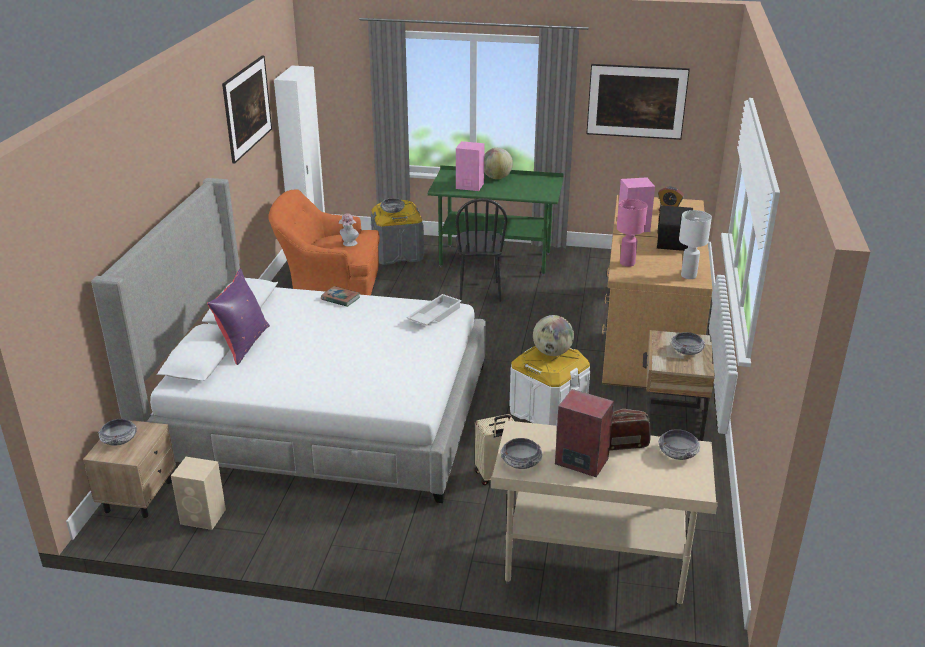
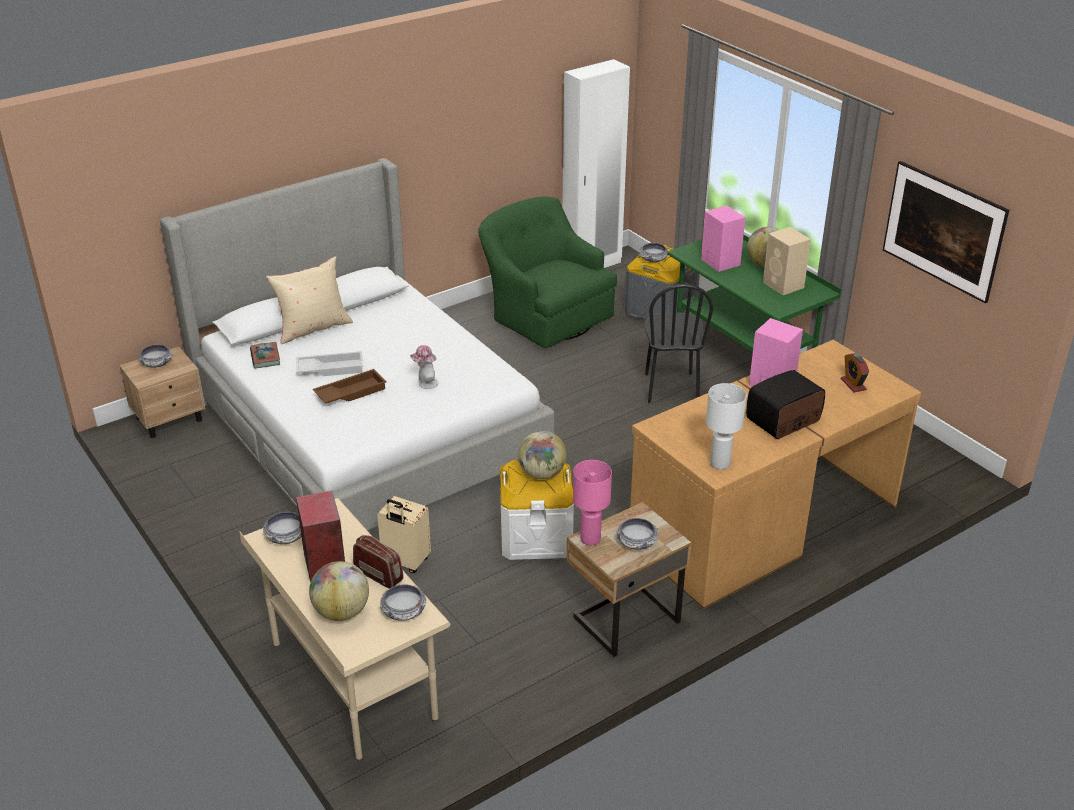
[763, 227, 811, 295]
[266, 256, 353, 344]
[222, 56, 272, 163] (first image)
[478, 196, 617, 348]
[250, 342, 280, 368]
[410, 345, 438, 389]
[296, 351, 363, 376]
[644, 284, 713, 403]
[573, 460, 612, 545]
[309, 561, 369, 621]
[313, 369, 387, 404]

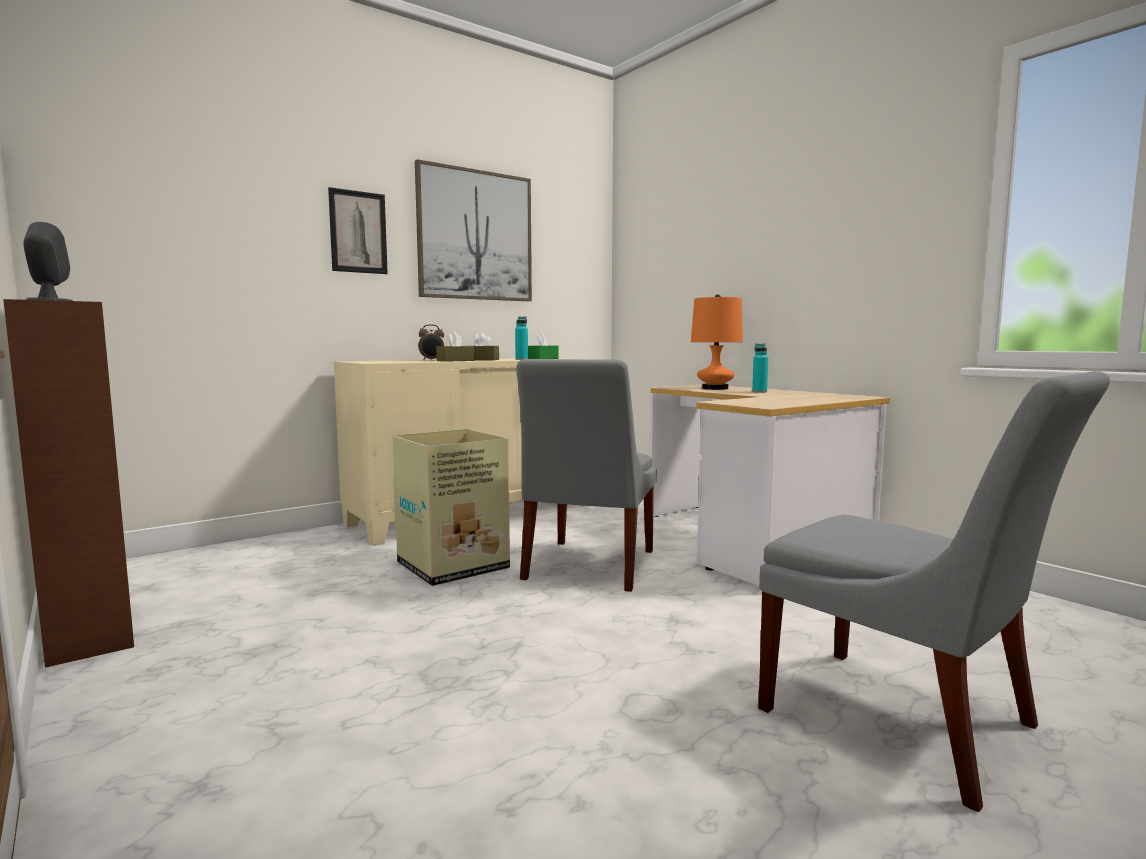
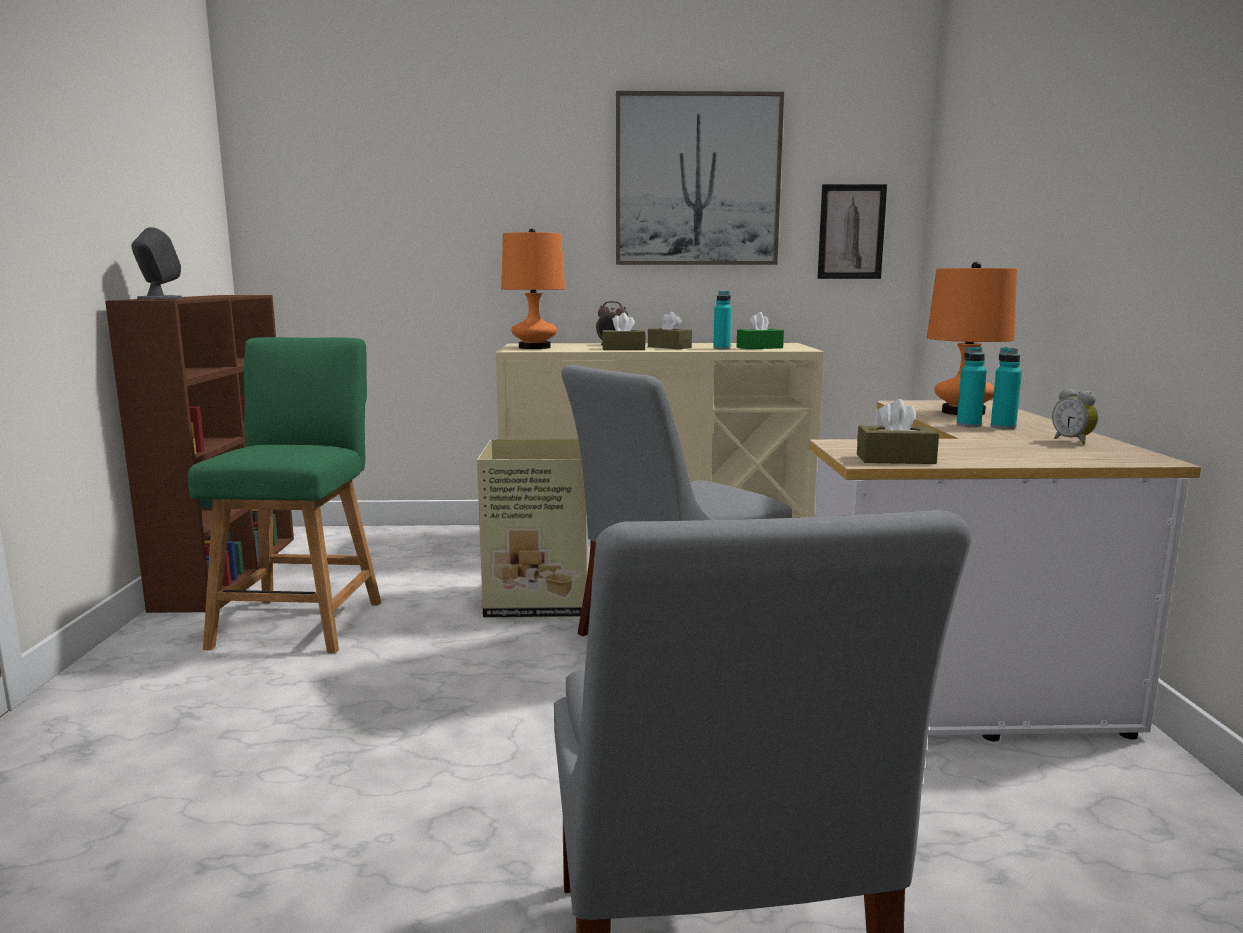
[817, 184, 887, 279]
[188, 337, 381, 654]
[501, 229, 565, 349]
[857, 399, 939, 464]
[956, 347, 986, 427]
[1052, 388, 1098, 445]

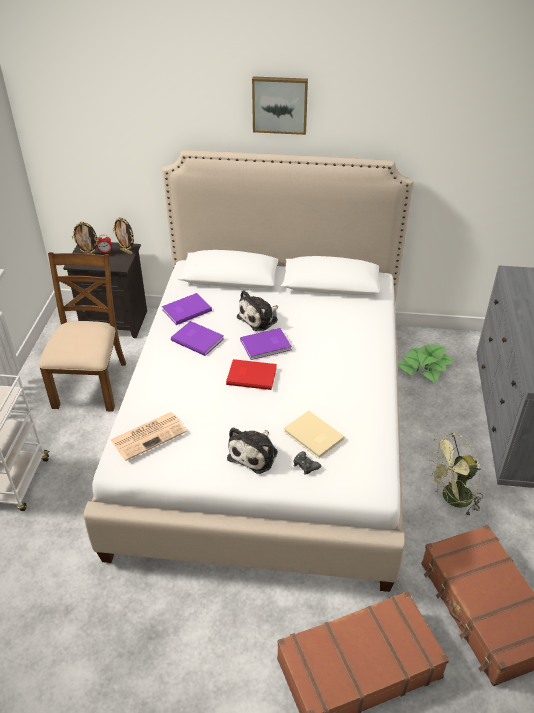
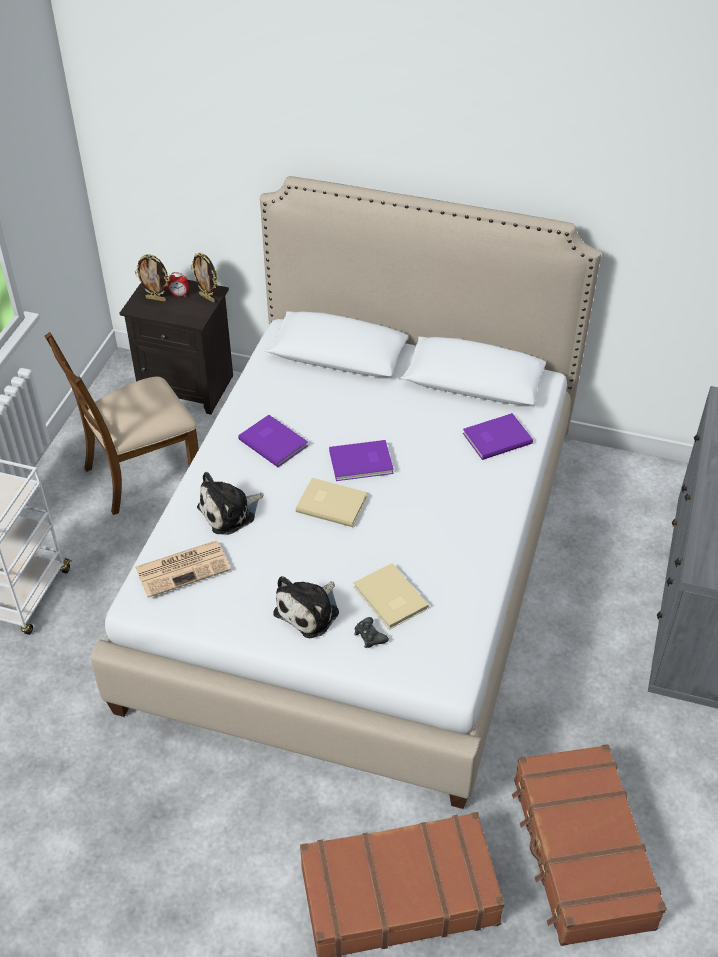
[45, 332, 199, 515]
[463, 413, 533, 460]
[296, 478, 367, 527]
[197, 472, 263, 535]
[252, 76, 308, 135] (first image)
[398, 344, 453, 383] (first image)
[427, 433, 483, 517] (first image)

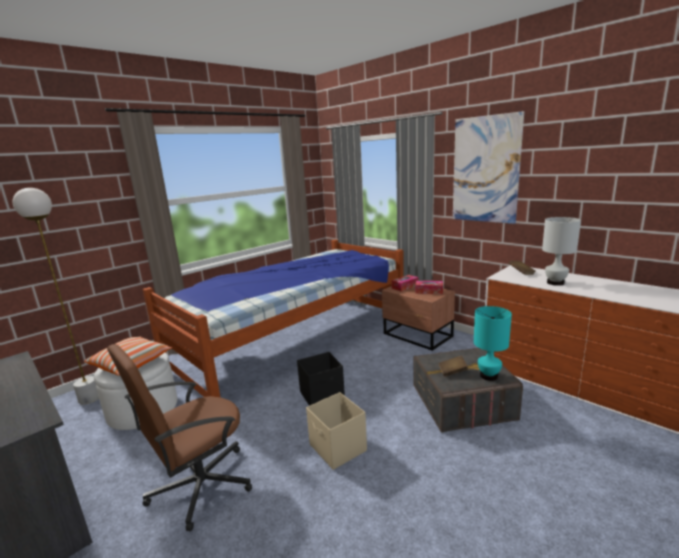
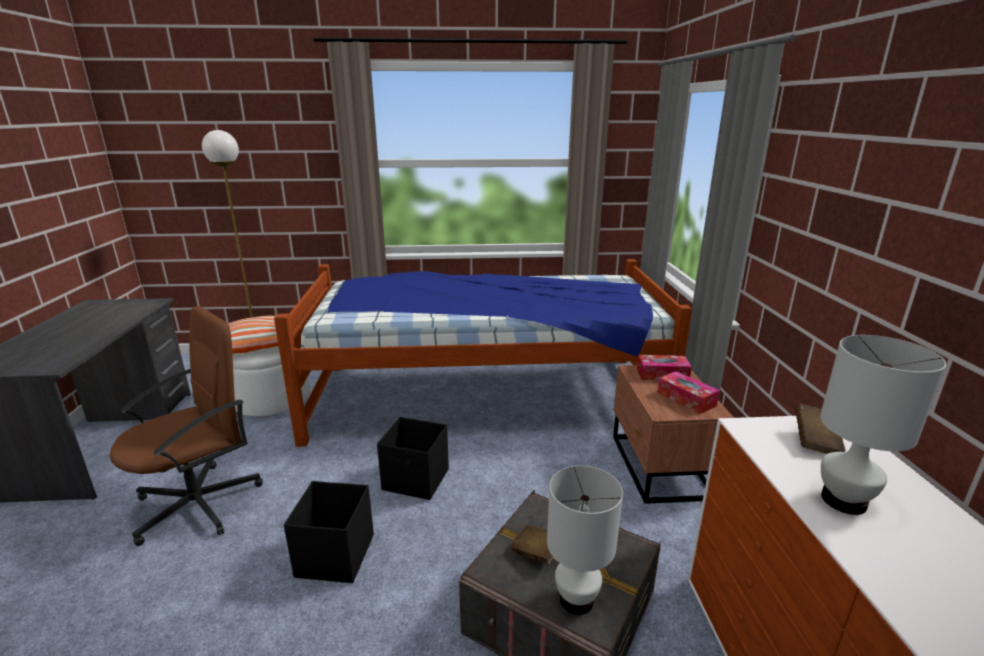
[110, 306, 263, 546]
[284, 481, 374, 583]
[453, 111, 524, 224] (first image)
[547, 466, 623, 615]

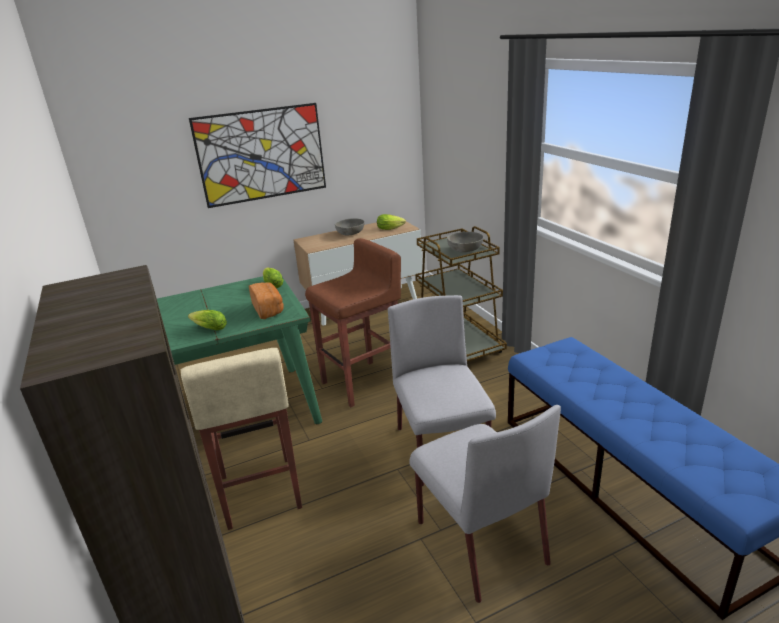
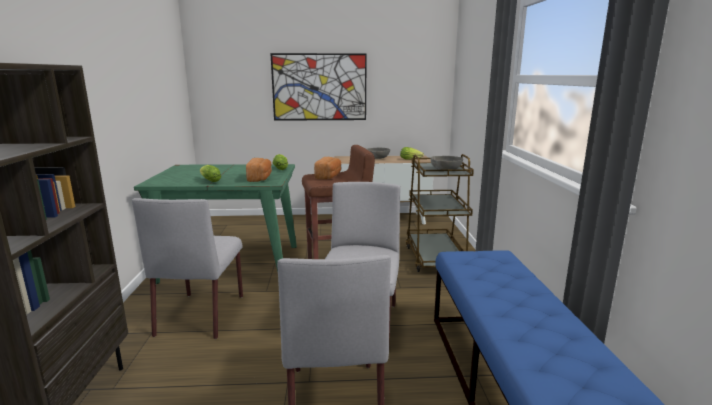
[132, 198, 243, 339]
[314, 157, 341, 179]

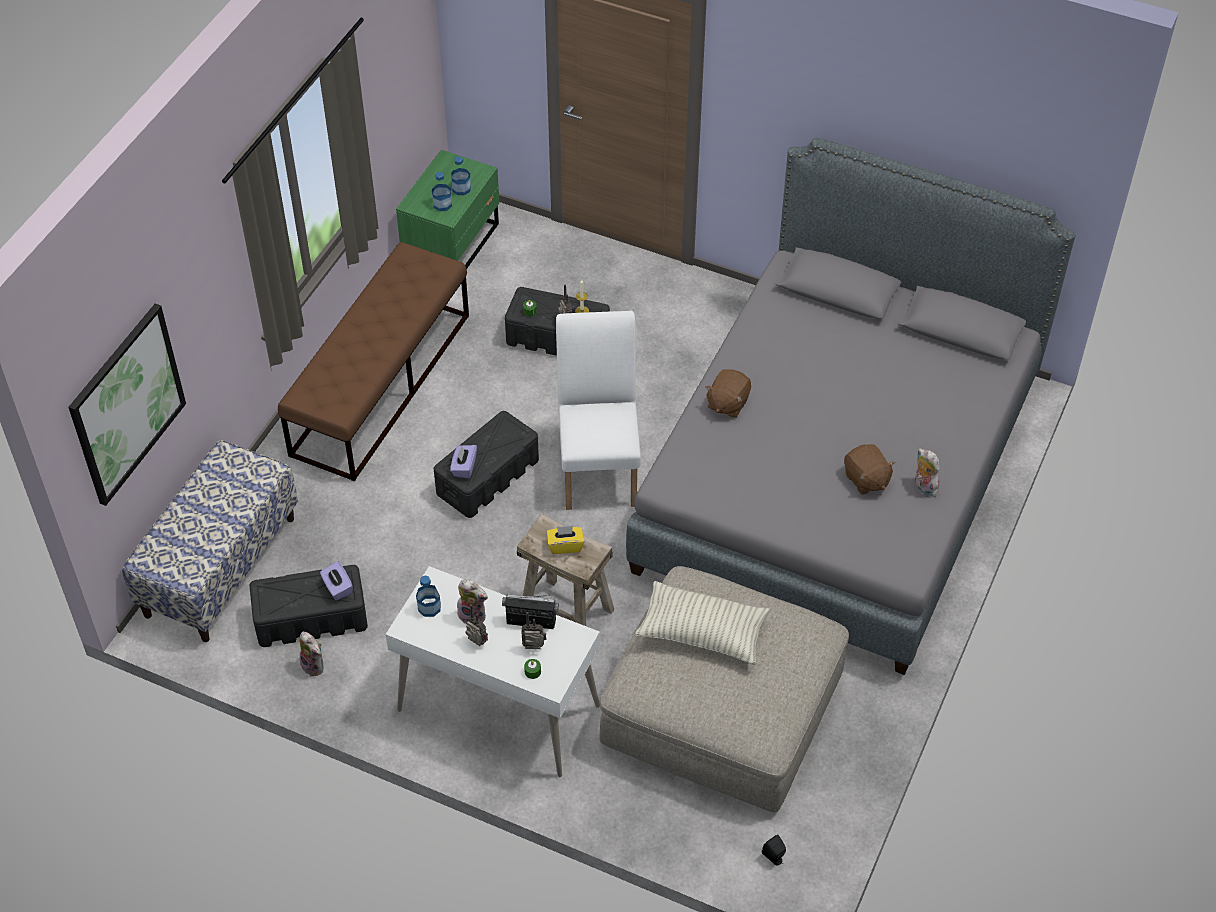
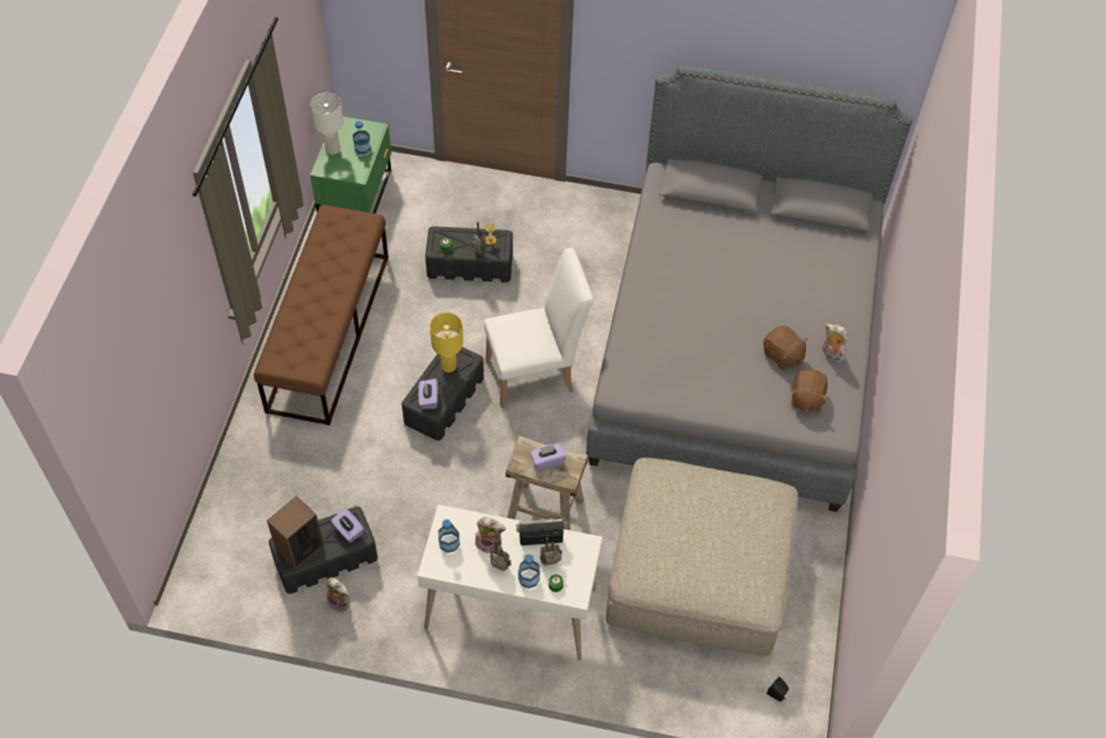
[68, 304, 186, 506] (first image)
[122, 440, 298, 642] (first image)
[518, 554, 540, 589]
[530, 443, 566, 471]
[484, 248, 594, 408]
[635, 581, 770, 665] (first image)
[792, 369, 828, 412]
[267, 496, 324, 570]
[311, 93, 344, 155]
[430, 312, 463, 372]

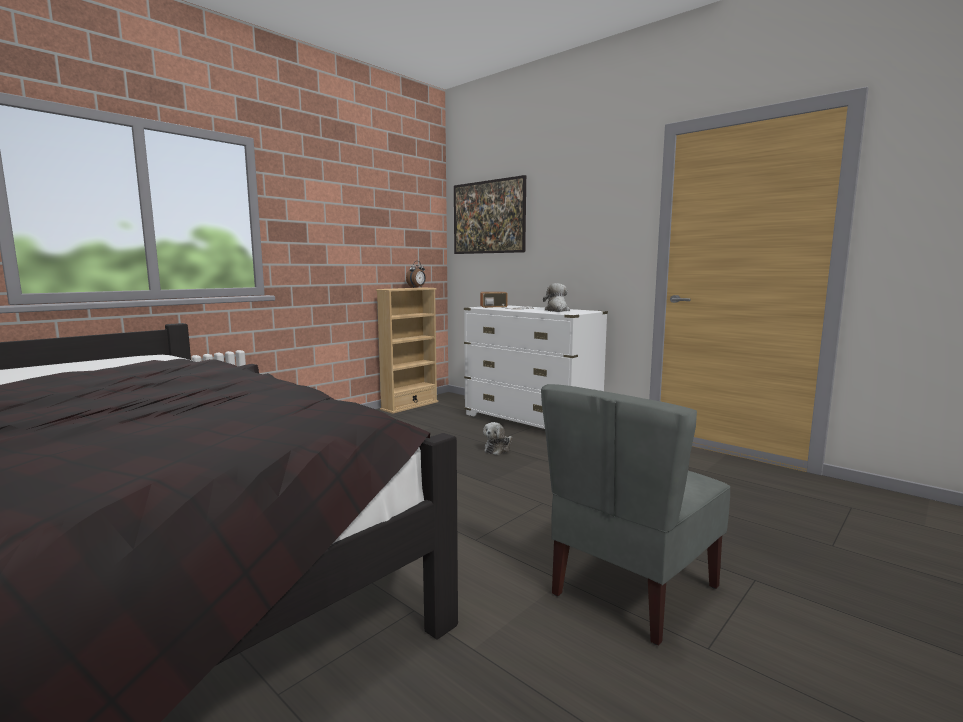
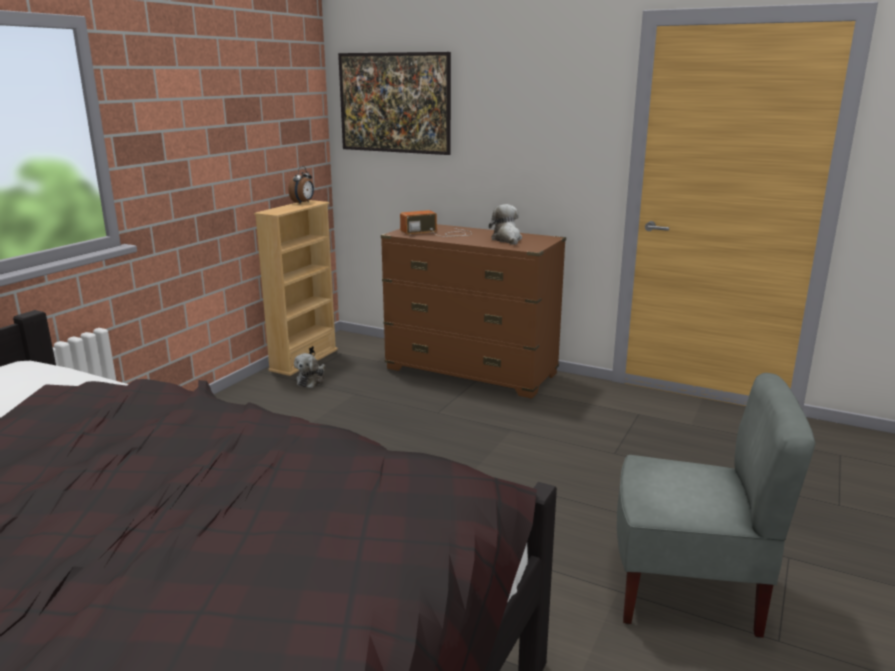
[381, 224, 566, 399]
[294, 353, 325, 388]
[617, 373, 816, 638]

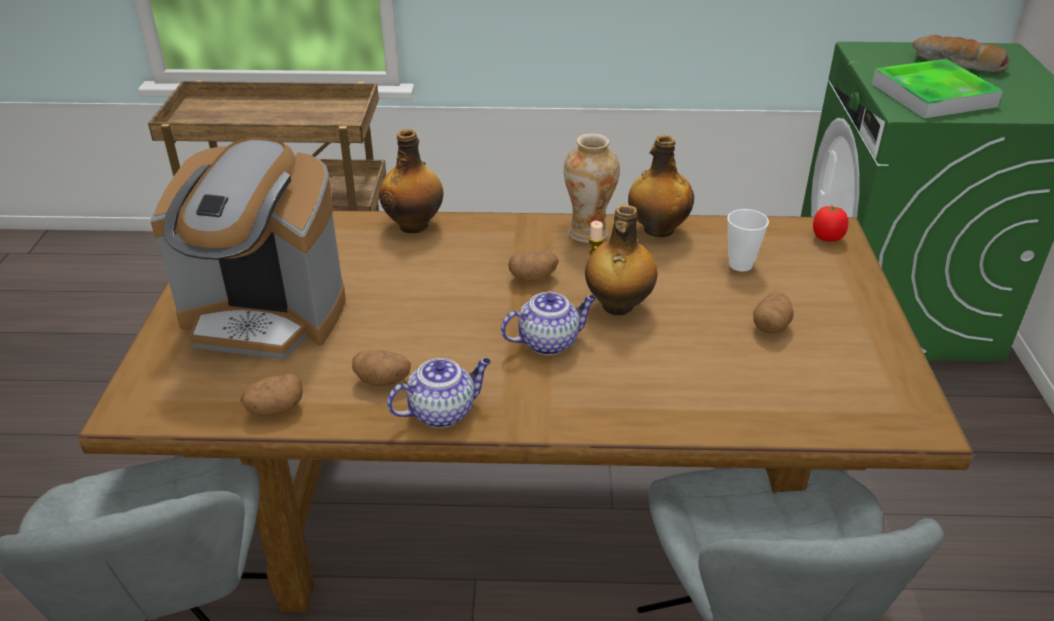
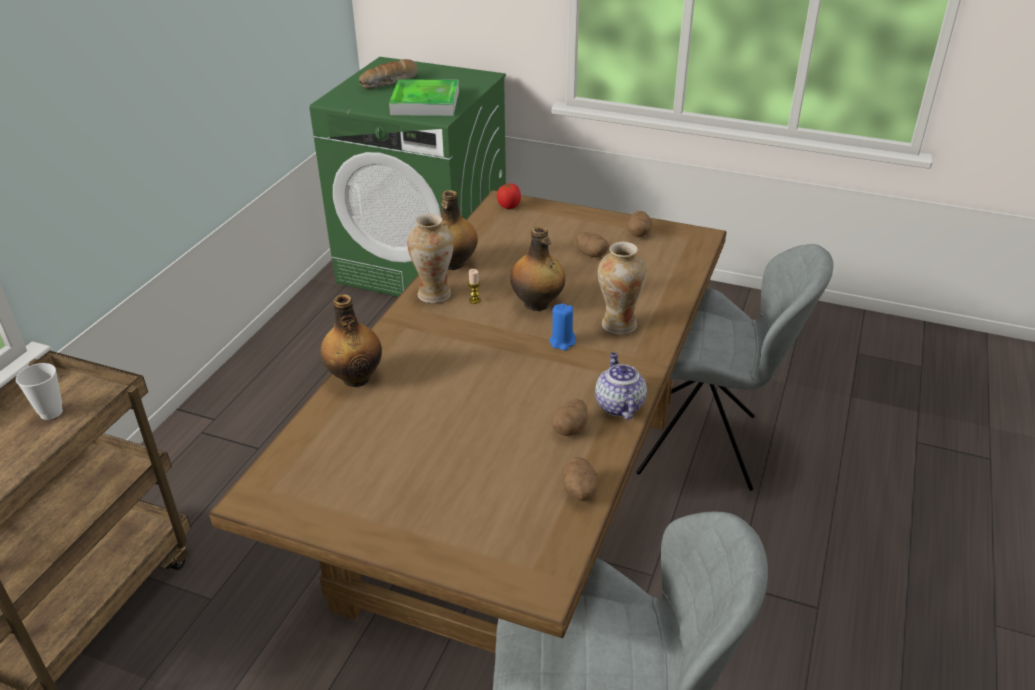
[150, 137, 346, 359] (first image)
[549, 303, 576, 351]
[627, 211, 652, 237]
[16, 363, 63, 420]
[598, 242, 647, 335]

